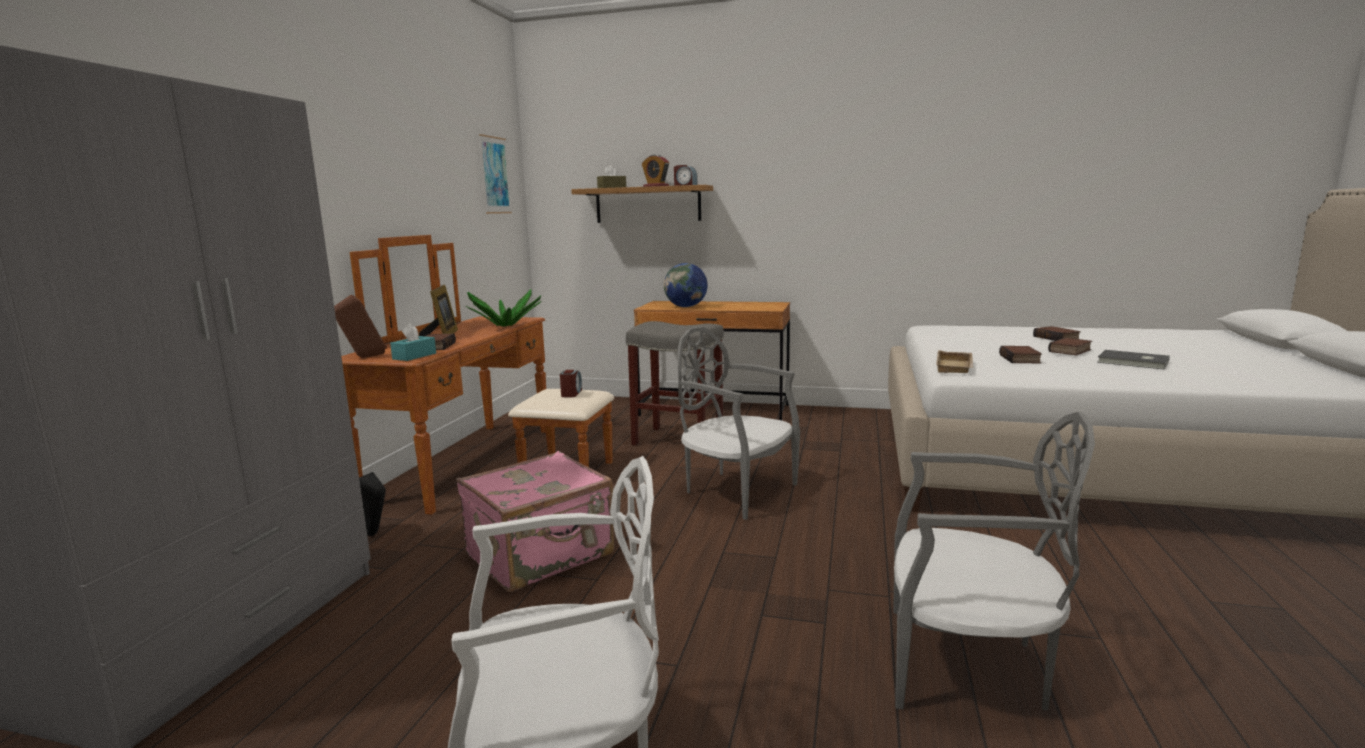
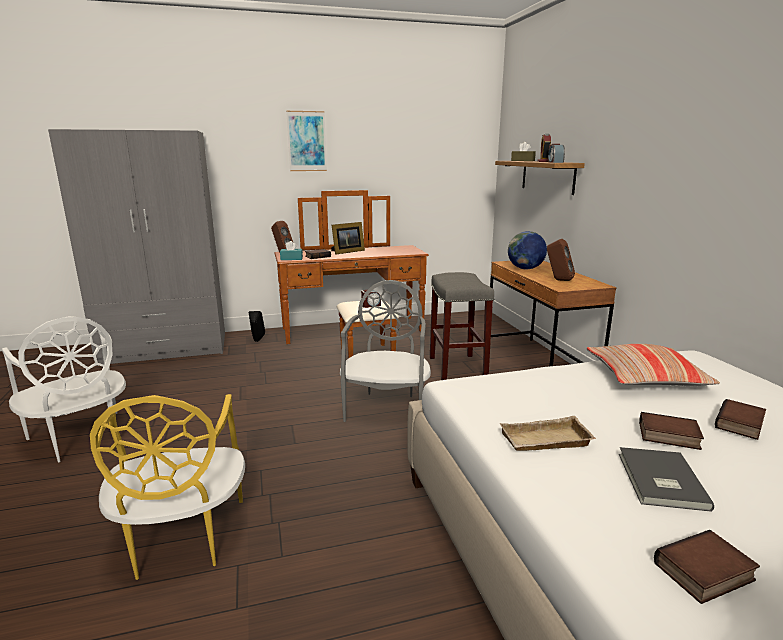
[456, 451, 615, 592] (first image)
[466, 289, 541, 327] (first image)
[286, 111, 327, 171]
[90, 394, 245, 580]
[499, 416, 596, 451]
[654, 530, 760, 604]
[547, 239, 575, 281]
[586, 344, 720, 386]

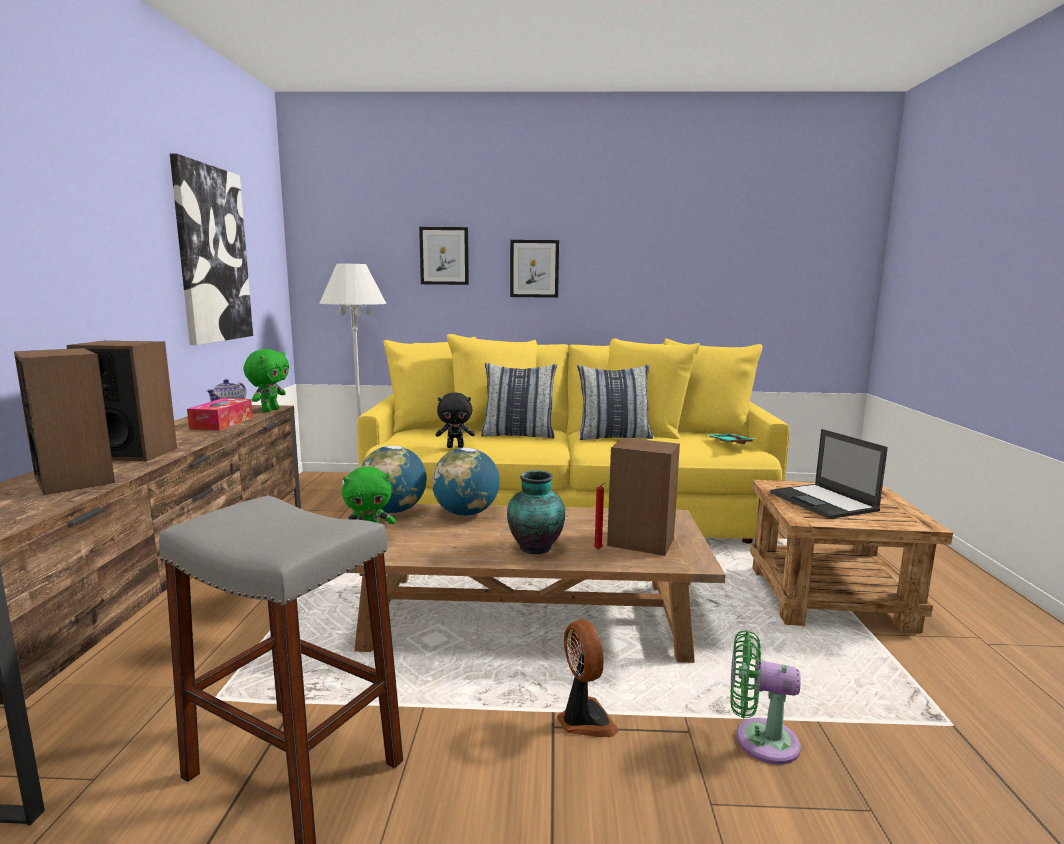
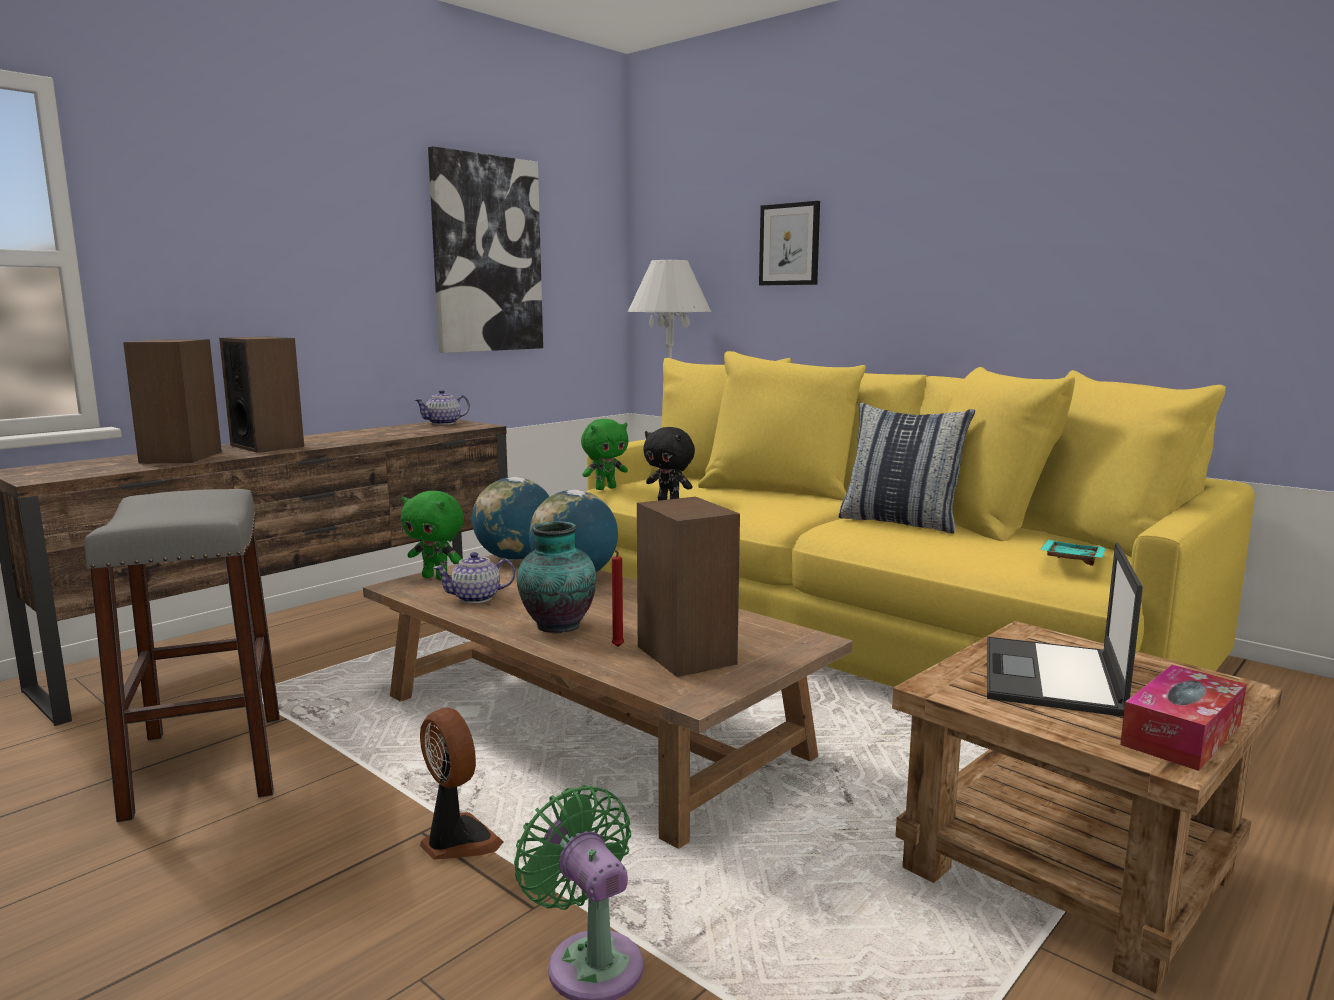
[1120, 665, 1246, 771]
[581, 419, 628, 490]
[481, 363, 557, 439] (first image)
[510, 240, 559, 298] (first image)
[420, 707, 503, 860]
[433, 552, 515, 603]

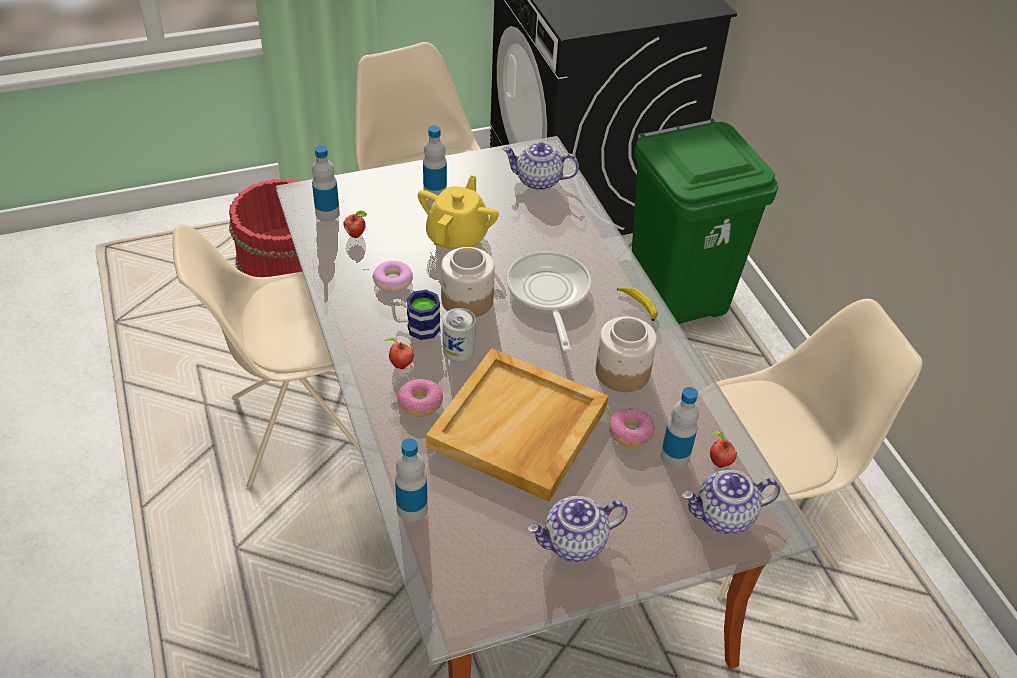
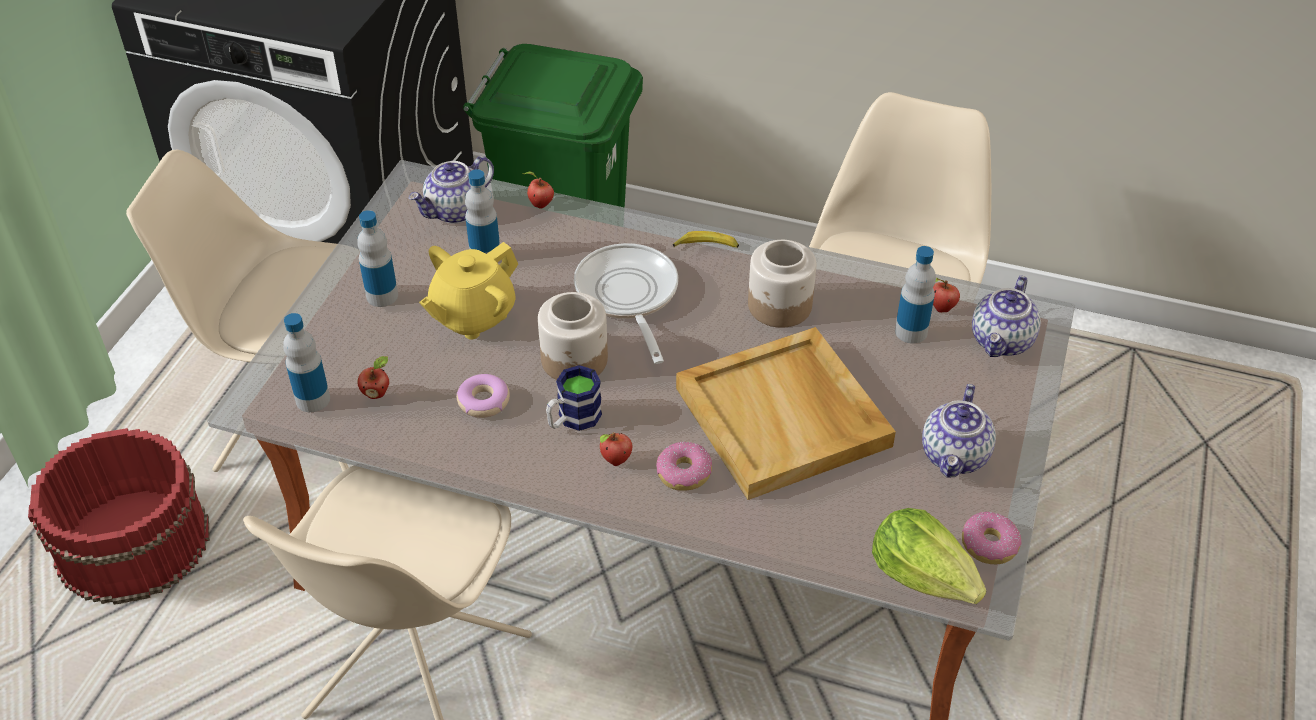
[465, 169, 500, 254]
[419, 242, 518, 340]
[443, 308, 476, 362] (first image)
[574, 243, 678, 364]
[962, 512, 1021, 564]
[523, 172, 554, 209]
[872, 508, 986, 604]

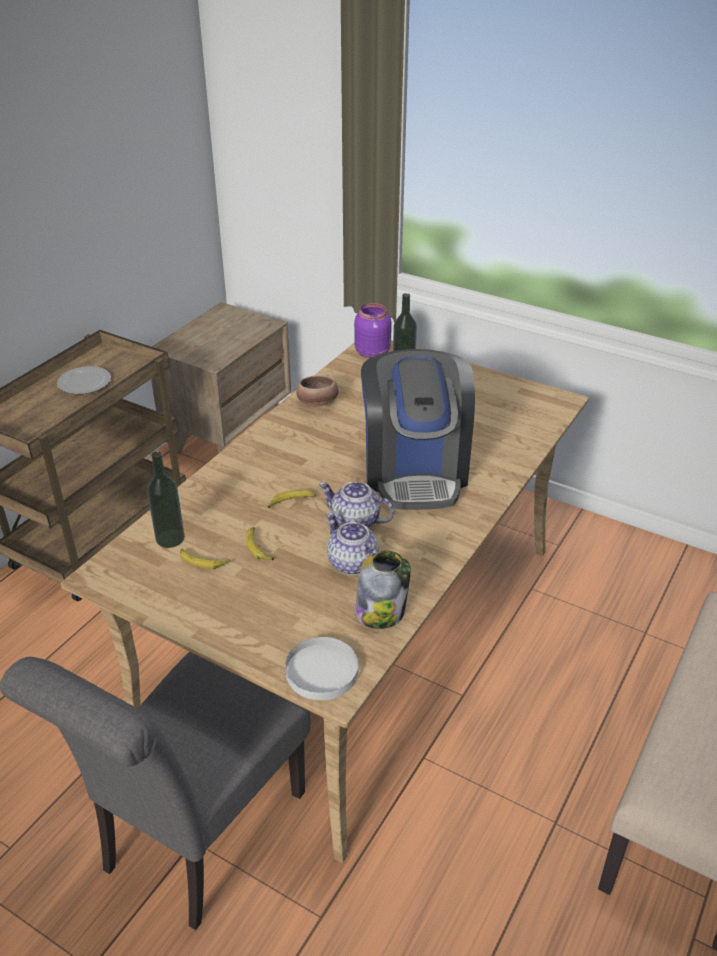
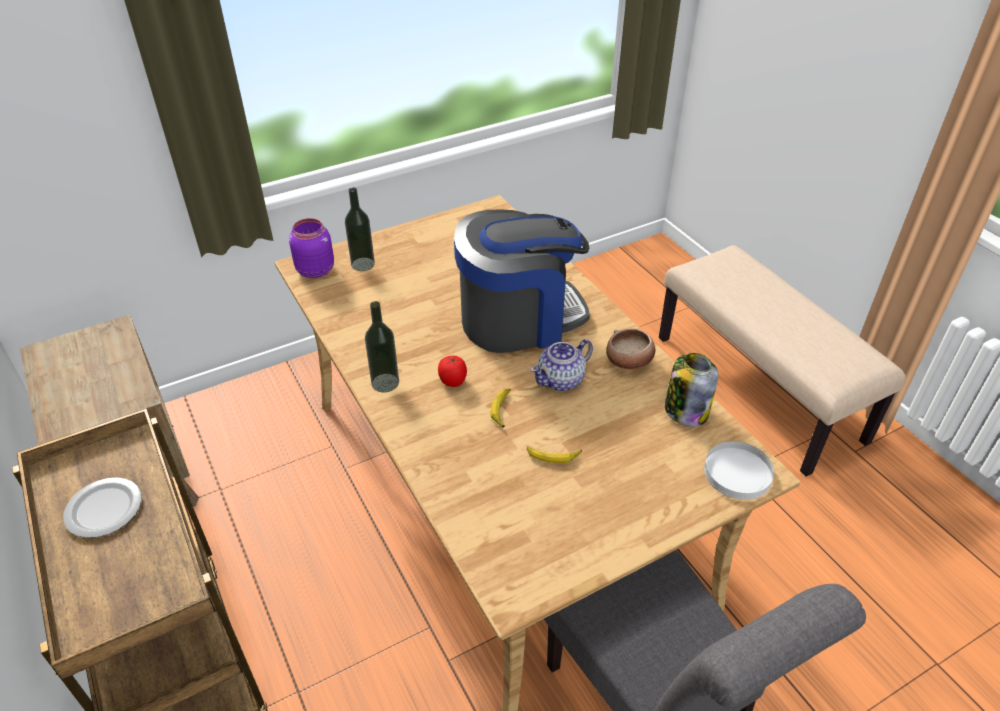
[365, 301, 399, 392]
[180, 548, 230, 569] (first image)
[606, 328, 655, 369]
[326, 513, 379, 575] (first image)
[454, 210, 590, 353]
[438, 356, 467, 387]

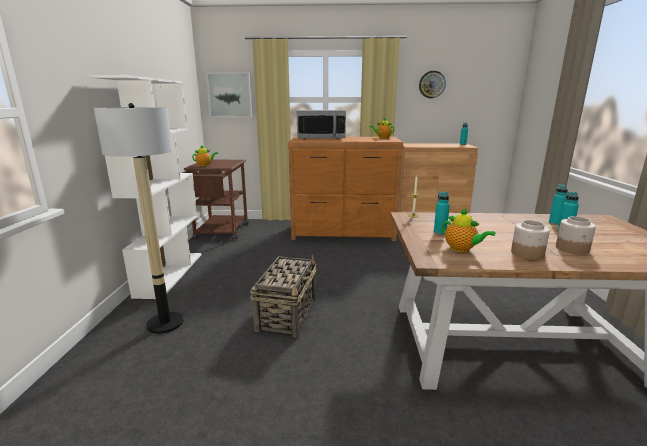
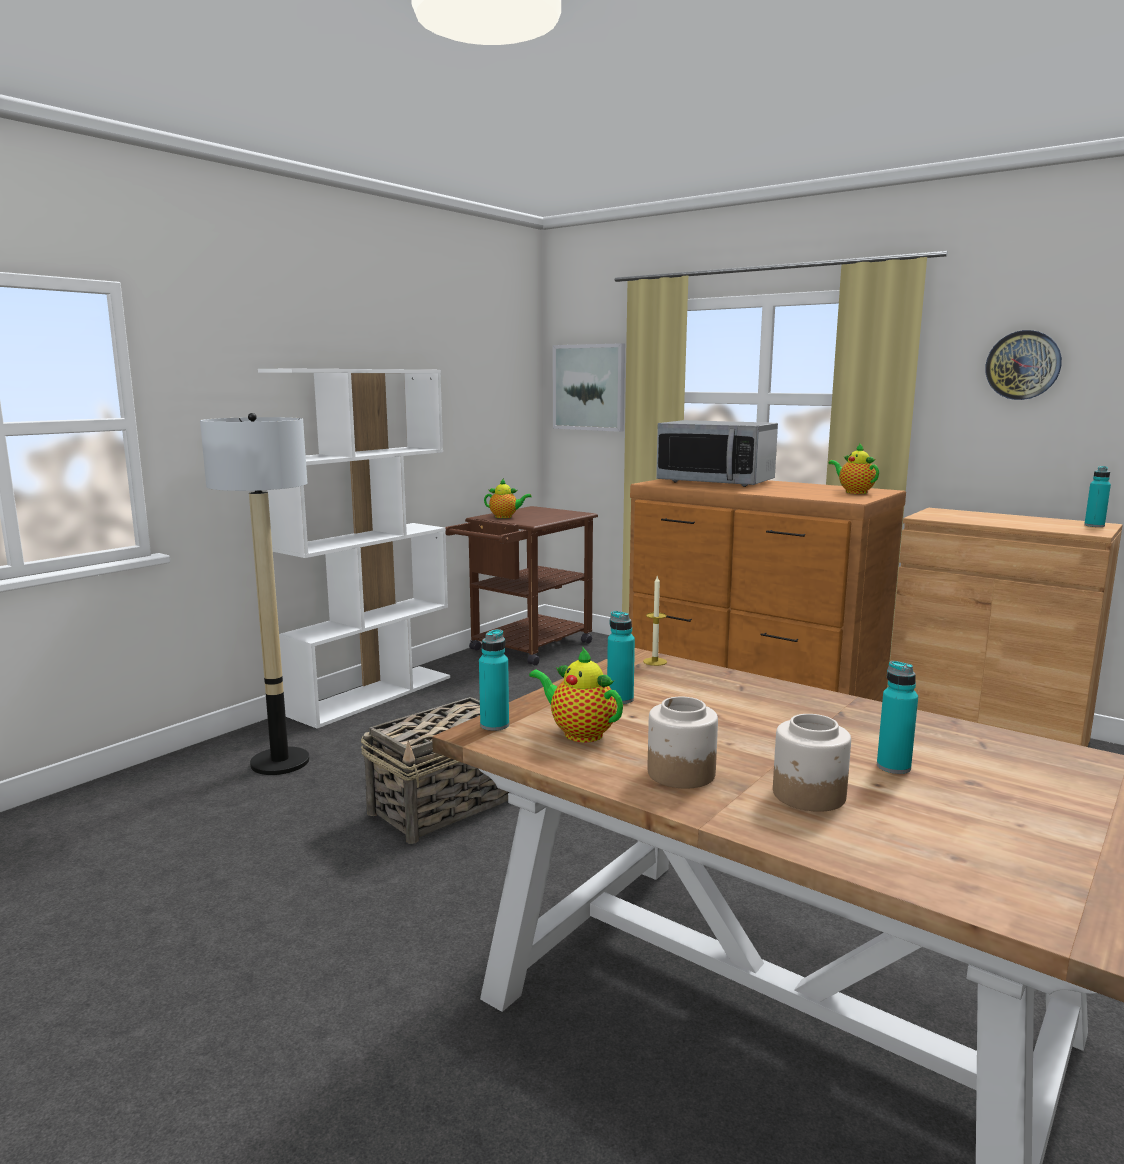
[529, 647, 623, 743]
[479, 629, 509, 731]

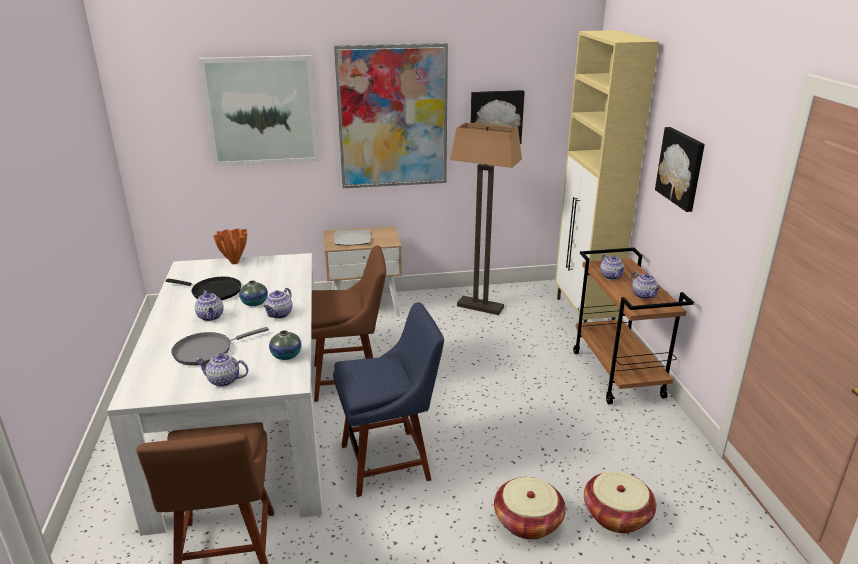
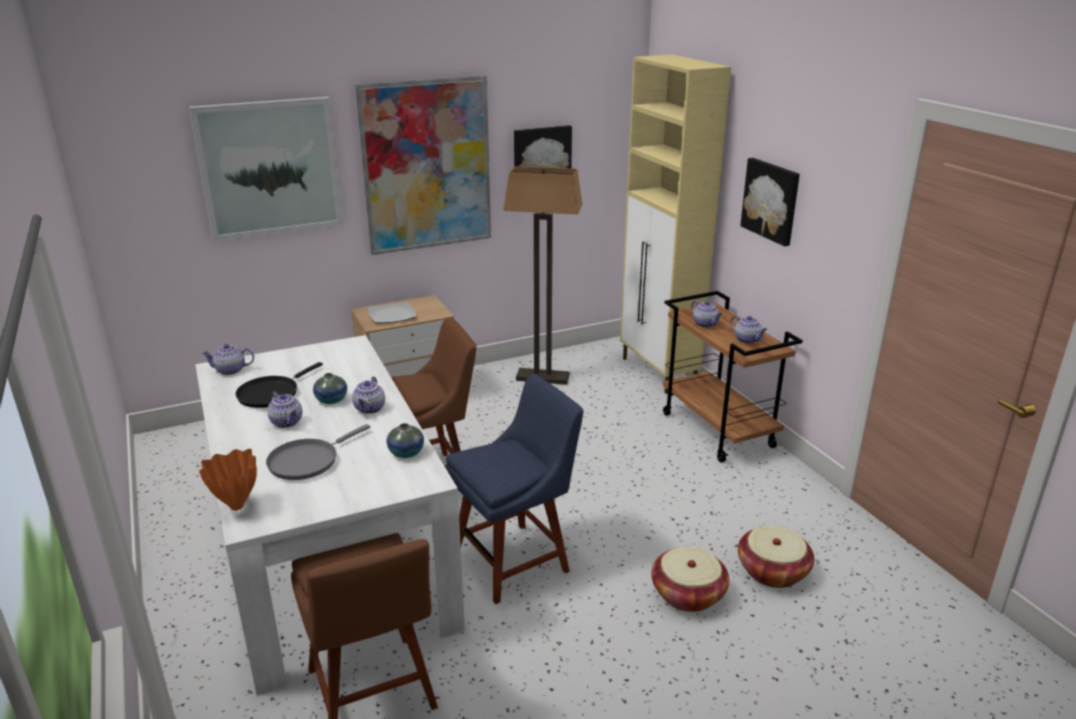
[235, 362, 323, 408]
[201, 344, 254, 375]
[199, 449, 257, 511]

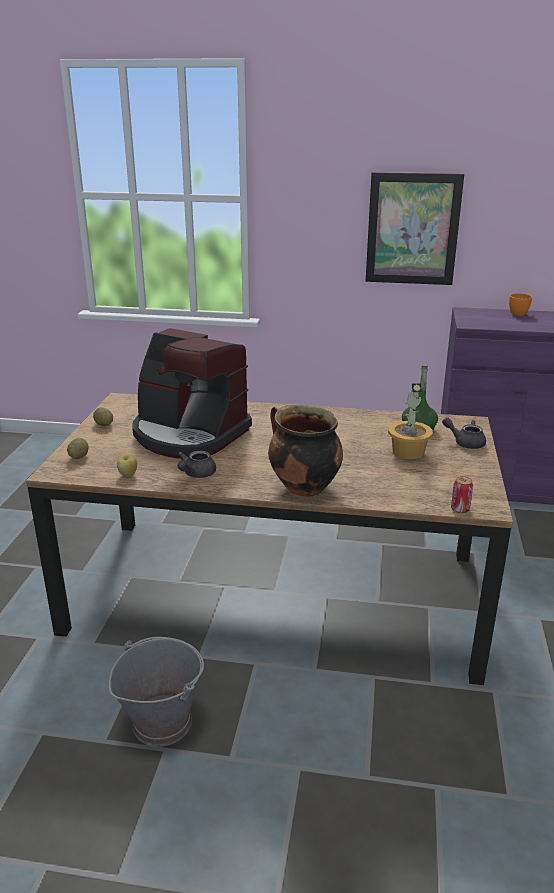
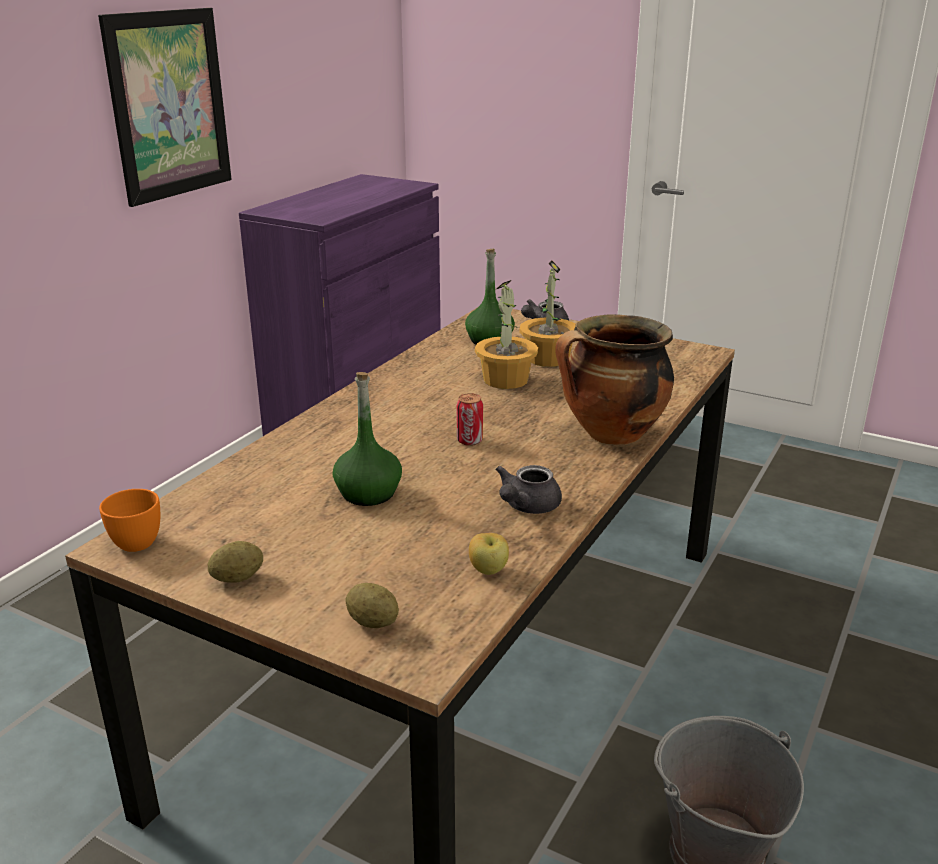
[333, 372, 402, 506]
[495, 465, 562, 514]
[456, 393, 483, 446]
[99, 489, 160, 552]
[475, 280, 538, 389]

